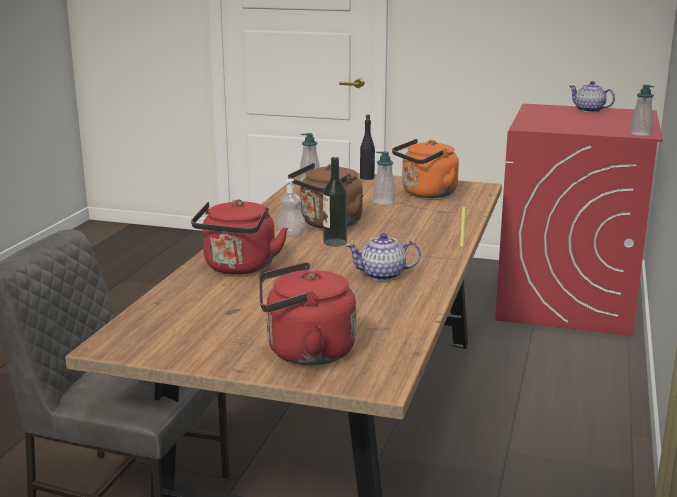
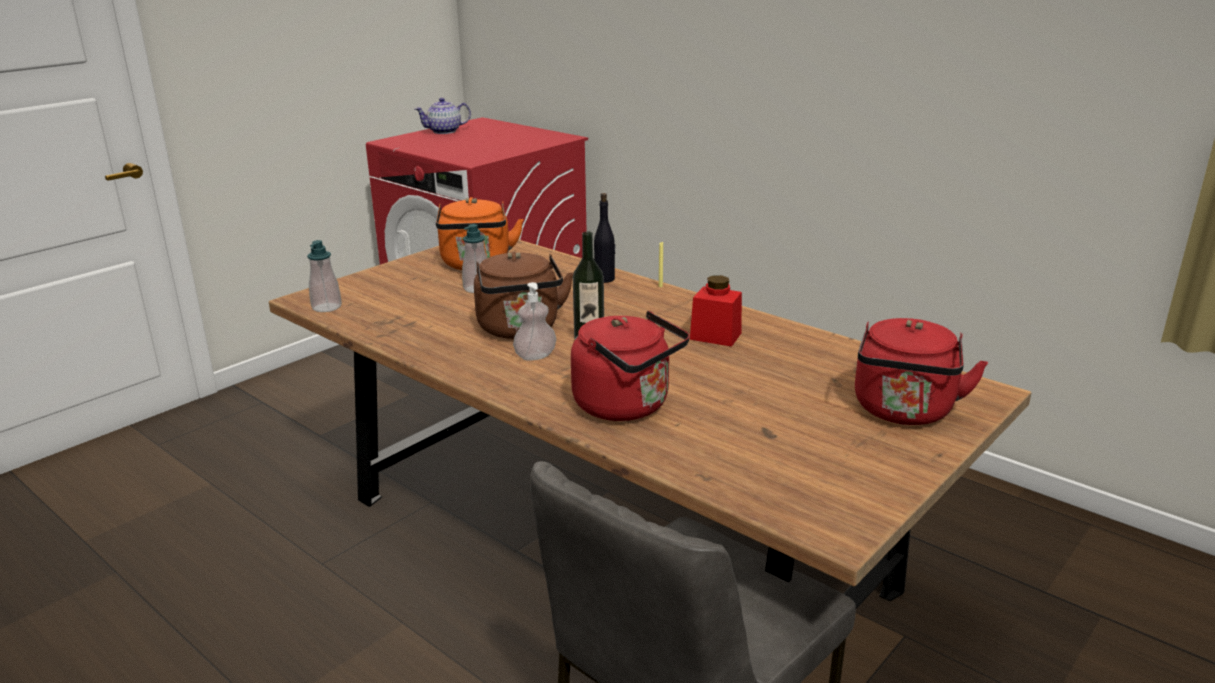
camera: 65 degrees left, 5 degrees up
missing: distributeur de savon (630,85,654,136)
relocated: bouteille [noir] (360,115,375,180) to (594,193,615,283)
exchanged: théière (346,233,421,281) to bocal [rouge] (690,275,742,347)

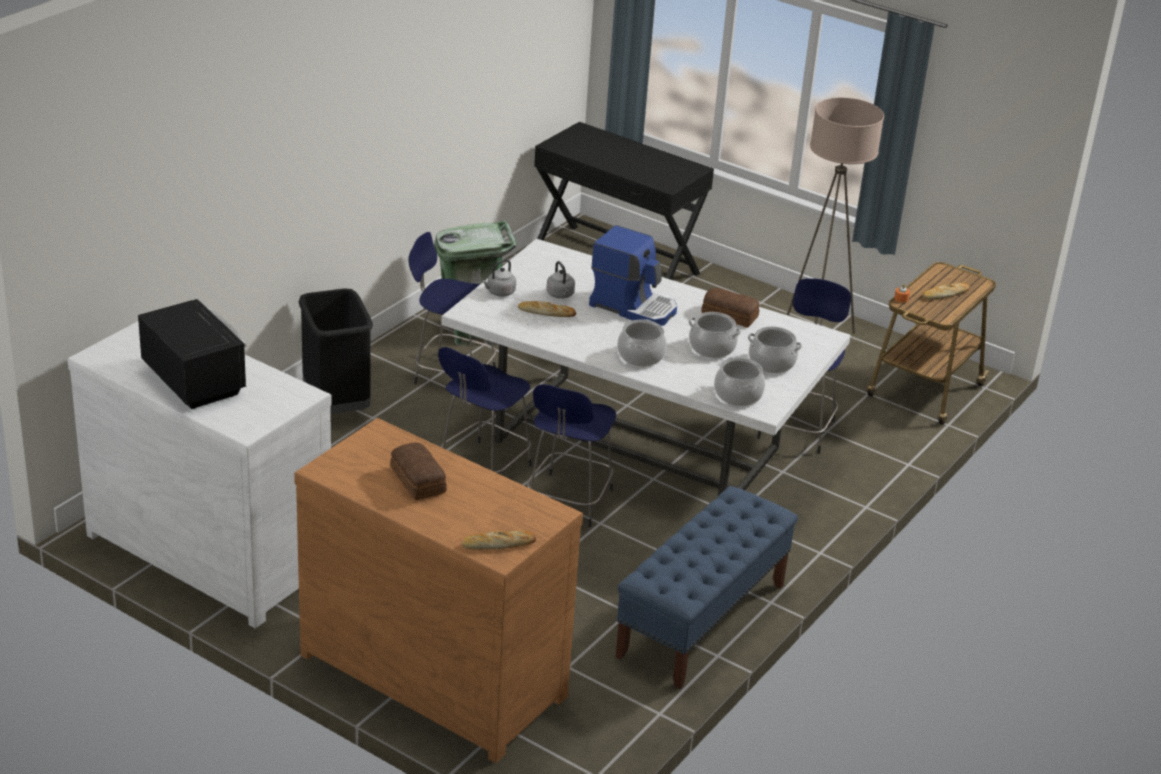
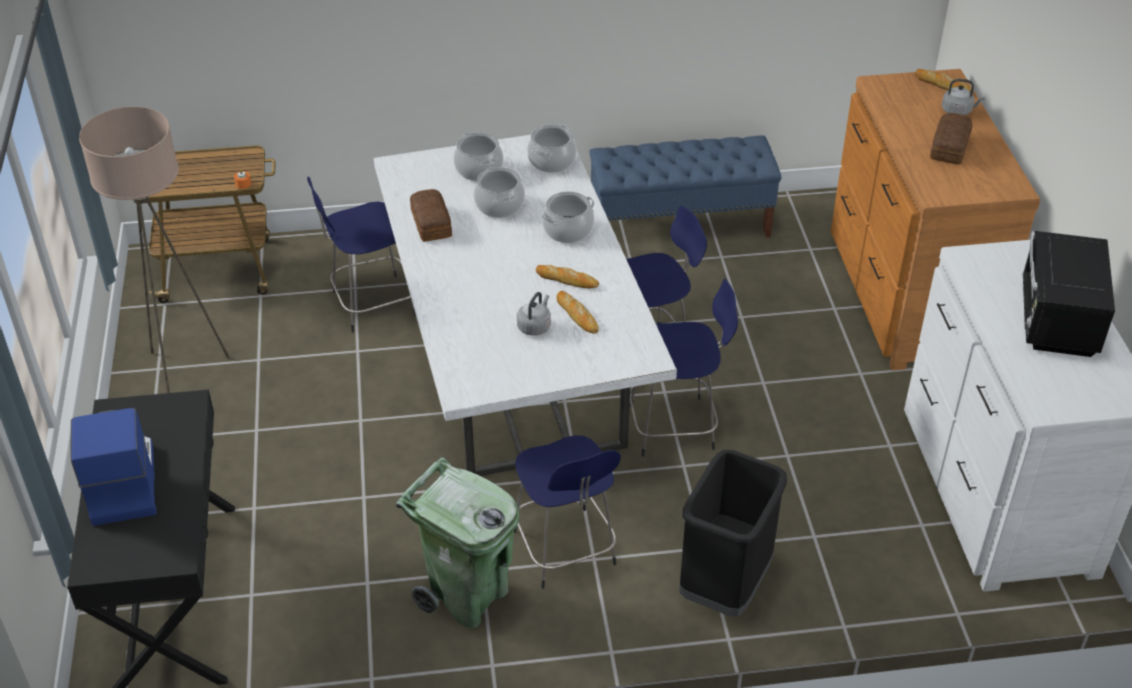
camera: 130 degrees left, 10 degrees up
relocated: bouilloire [gris] (482,259,516,297) to (942,79,985,115); machine à café (589,225,677,326) to (70,408,156,526); pain (923,283,970,300) to (536,265,599,289)

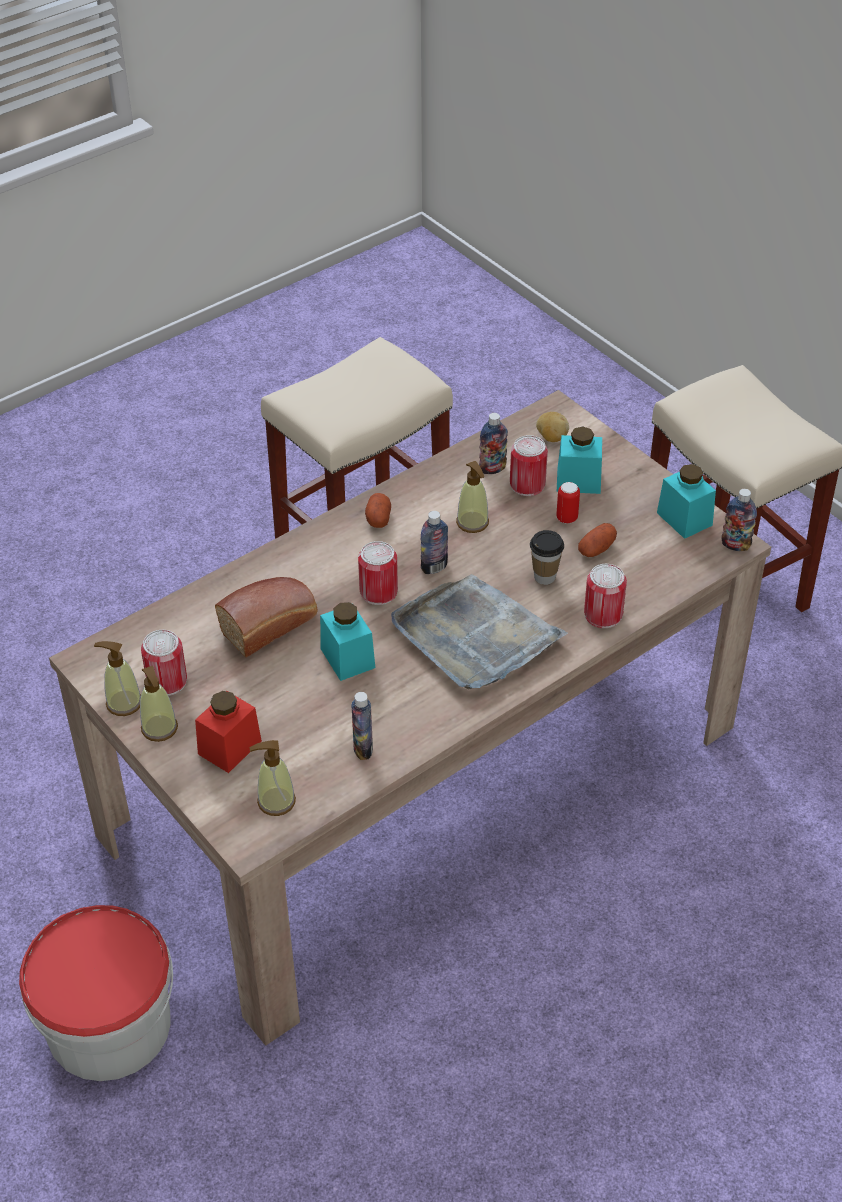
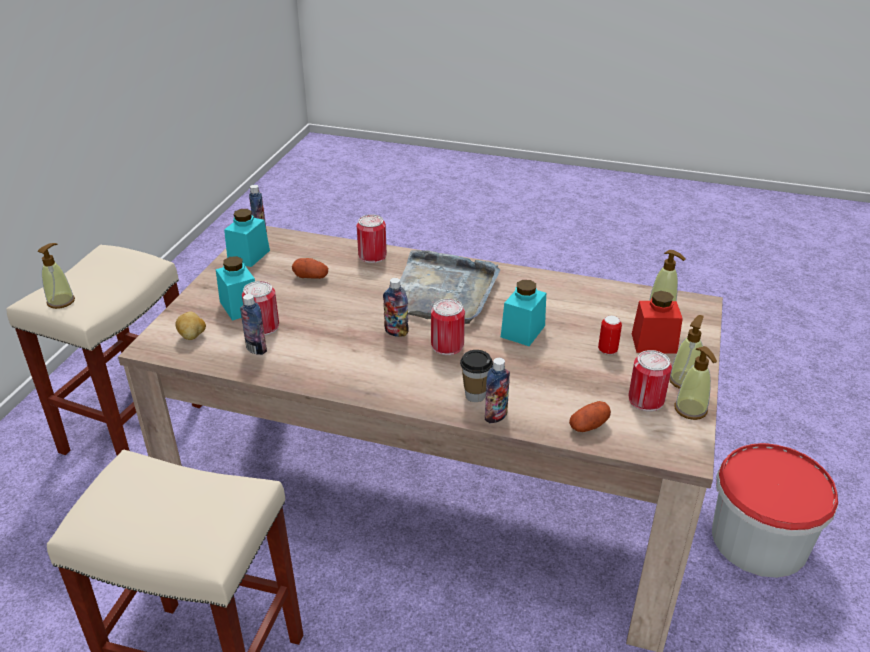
camera: 125 degrees left, 10 degrees down
missing: pain (215,577,318,658)
relocated: bouteille (351,692,373,760) to (485,358,510,423); pomme de terre (365,493,391,528) to (569,401,611,432); distributeur de savon (456,461,489,533) to (38,243,75,309); tasse (530,530,564,585) to (460,350,493,402); boîte métallique (556,482,580,524) to (598,316,622,355)

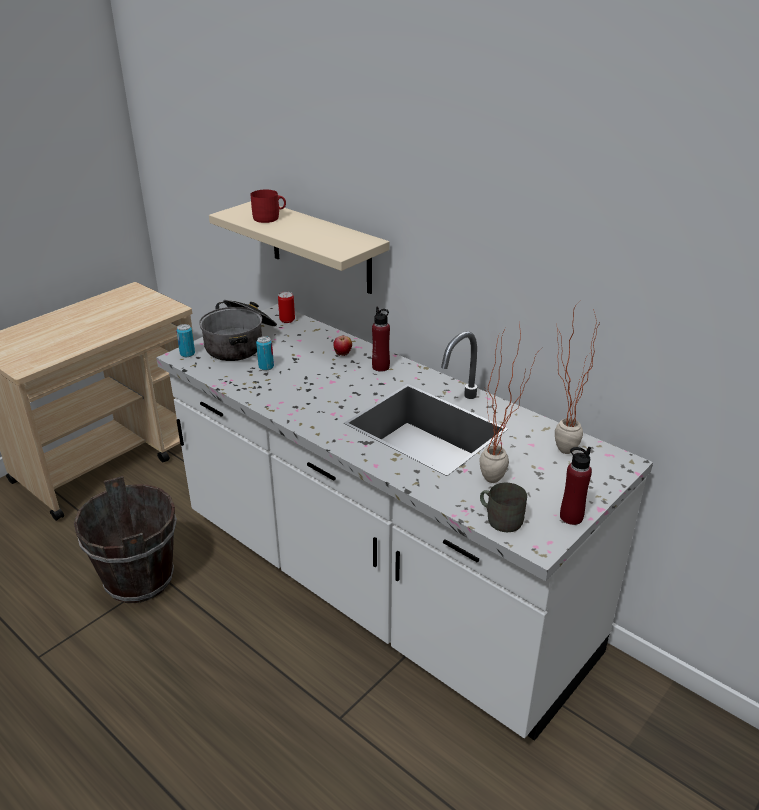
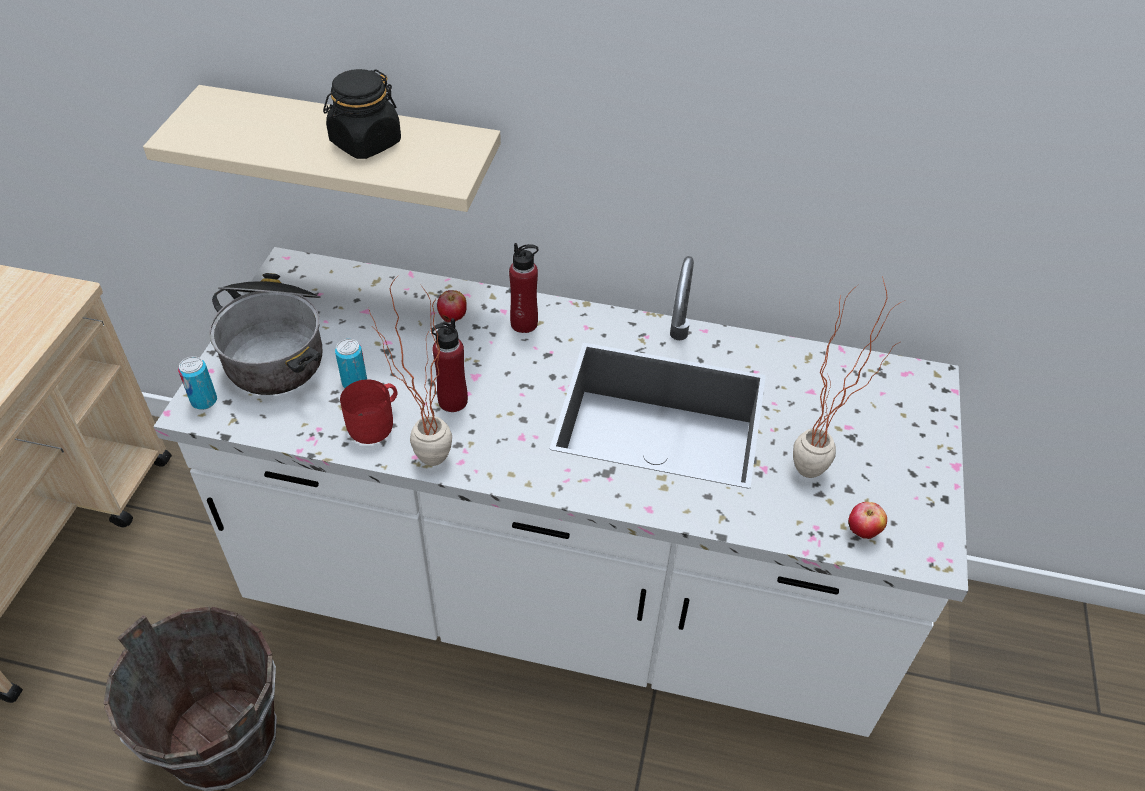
camera: 30 degrees left, 15 degrees up
missing: boîte métallique (278,292,295,323)
appeared: bocal [noir] (323,69,401,159)
relocated: mug [rouge] (250,190,286,223) to (340,379,397,444); plante en pot (555,299,600,454) to (368,276,452,466); bouteille [rouge] (560,447,592,525) to (432,318,468,412)
exchanged: mug [gris] (480,483,527,532) to pomme (848,502,887,539)

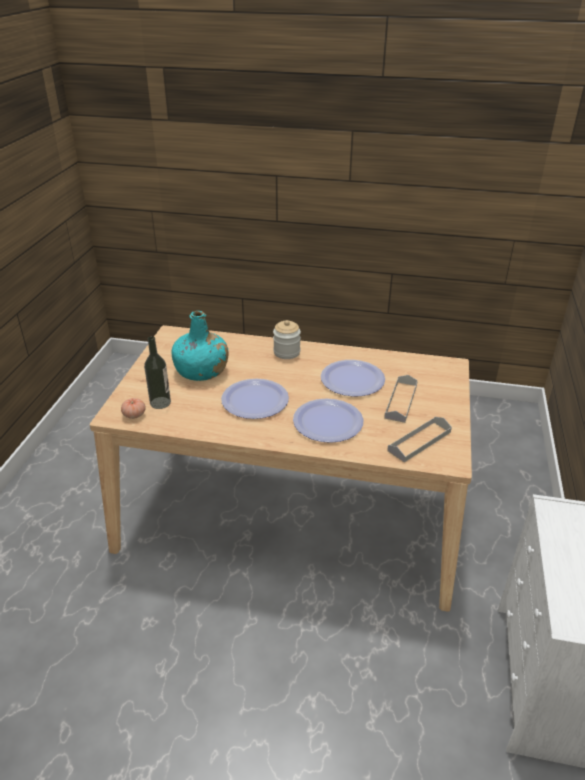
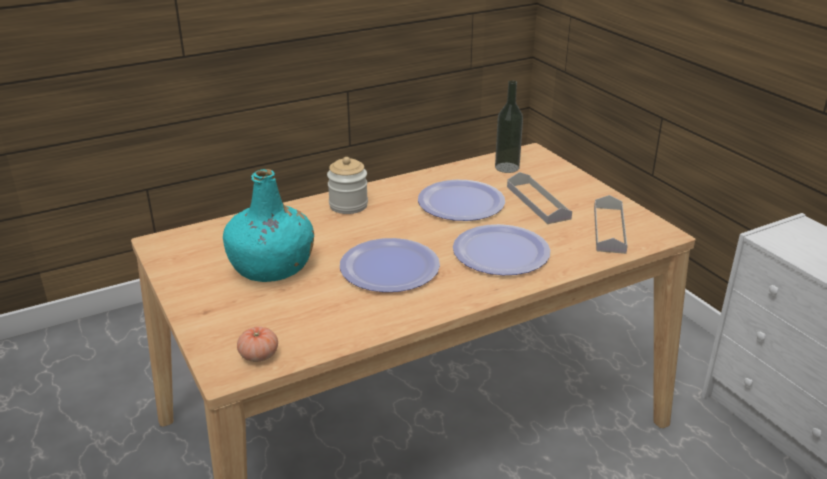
camera: 40 degrees left, 5 degrees down
relocated: bouteille (144,336,171,409) to (495,80,523,173)

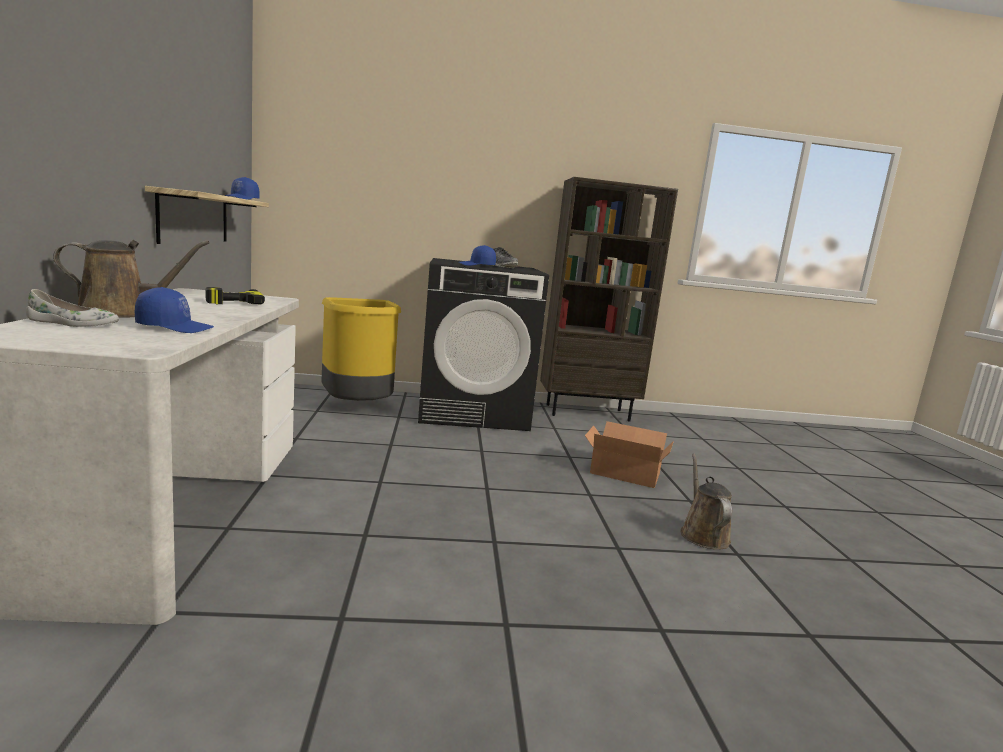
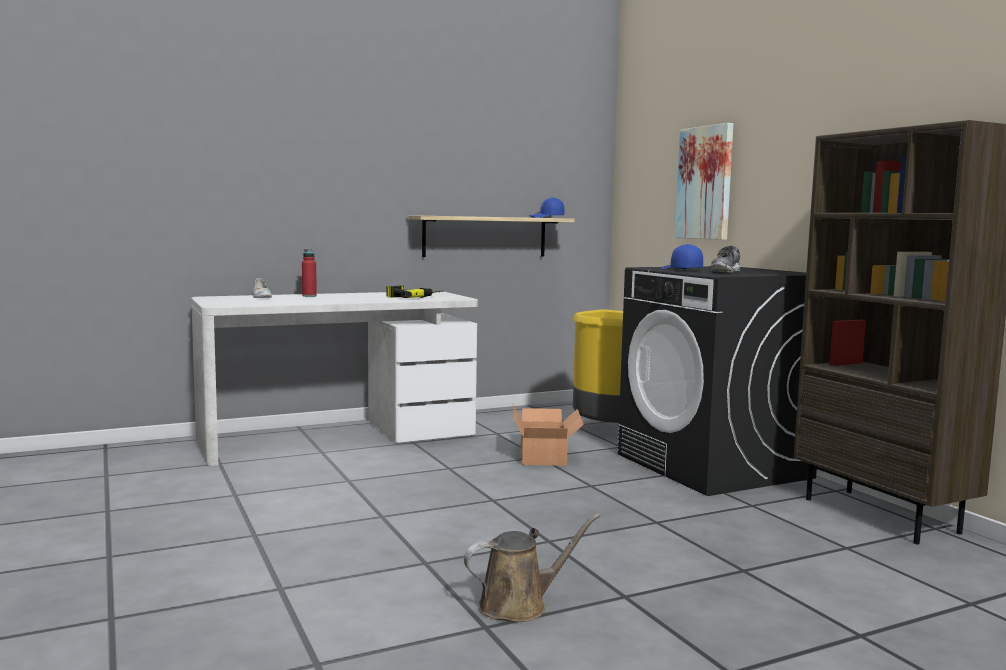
camera: 70 degrees right, 5 degrees down
missing: casquette [bleu] (135,287,214,333)
appeared: tableau (675,123,733,240)
relocated: carton (585,421,674,488) to (513,404,584,466)
exchanged: arrosoir [marron] (53,240,210,318) to bouteille [rouge] (302,249,317,297)

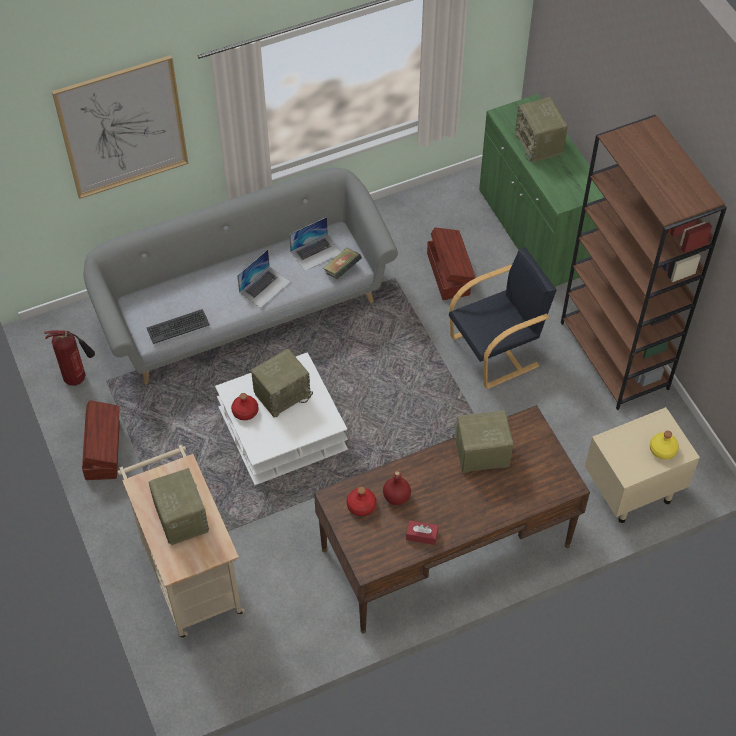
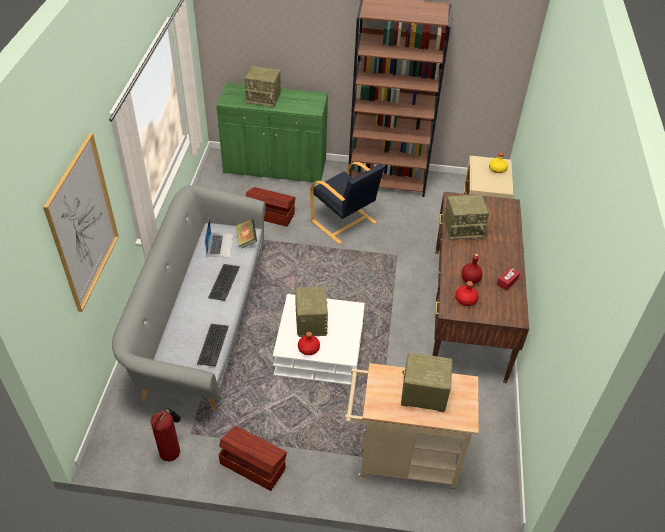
camera: 60 degrees left, 10 degrees down
exchanged: ordinateur portable (237,249,291,308) to clavier (208,264,240,301)
spun: fauteuil [noir] (449,247,557,389) = (310,162,385,244) 135 degrees clockwise; radio (453,410,513,473) = (444,195,489,241) 120 degrees counterclockwise

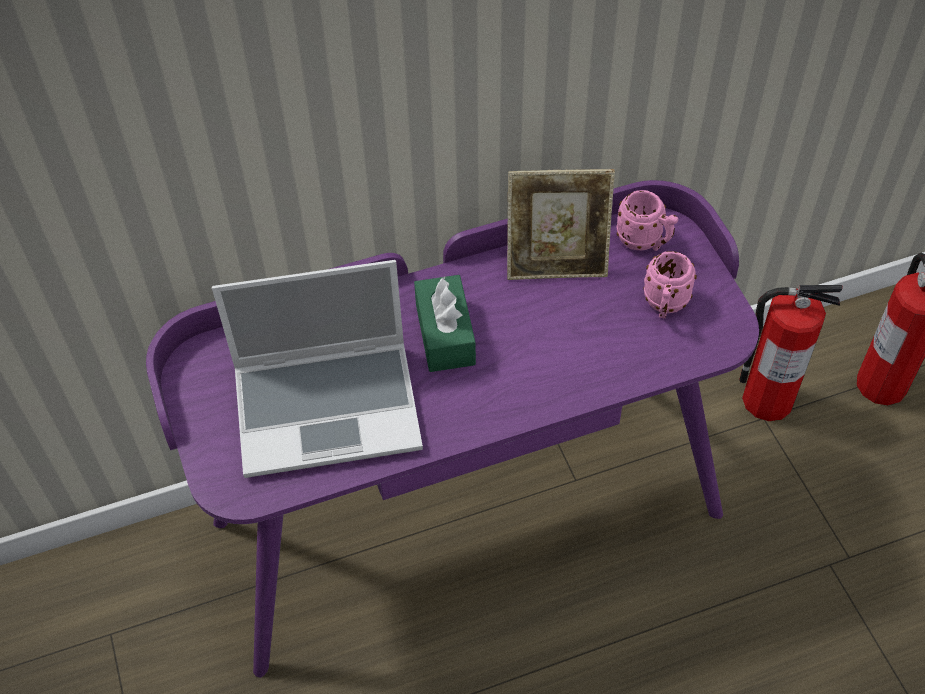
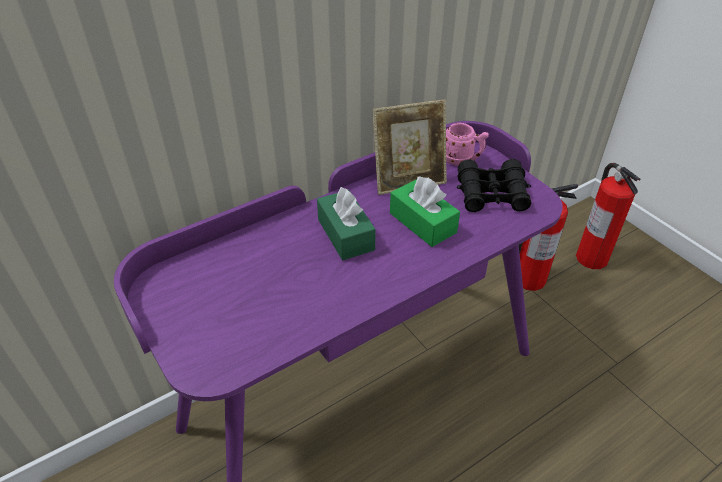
camera: 15 degrees left, 10 degrees down
missing: ordinateur portable (212,260,423,478)
appeared: boîte à mouchoirs [vert] (390,176,460,247)
exchanged: mug [rose] (644,251,697,319) to jumelles [noir] (457,159,531,212)

